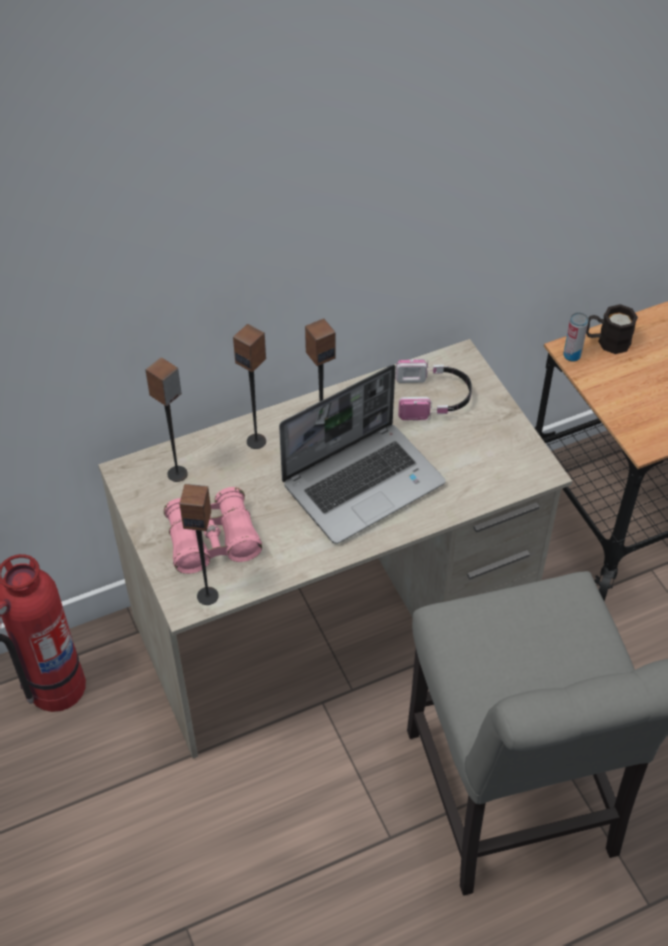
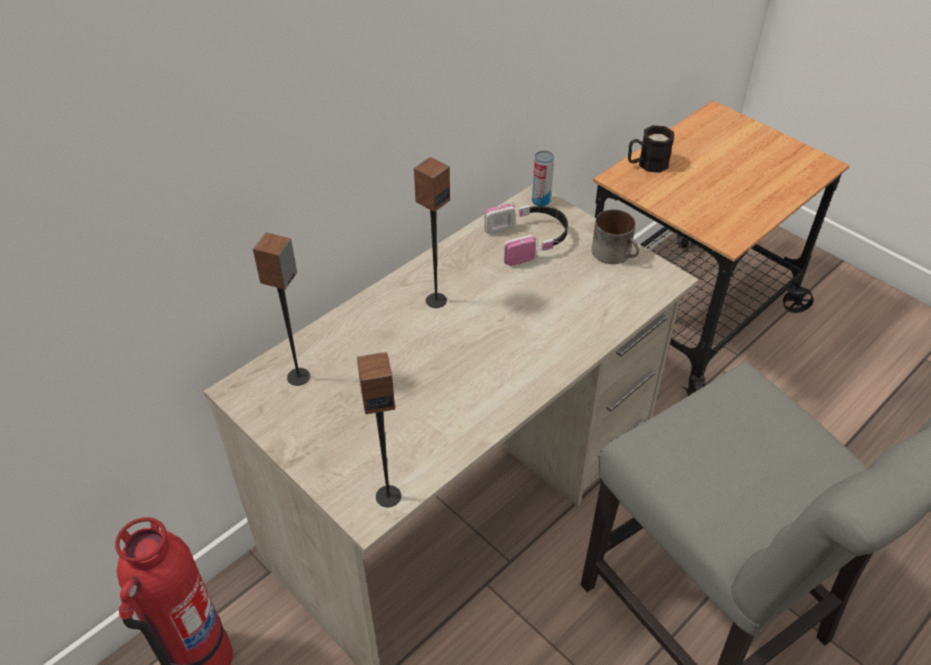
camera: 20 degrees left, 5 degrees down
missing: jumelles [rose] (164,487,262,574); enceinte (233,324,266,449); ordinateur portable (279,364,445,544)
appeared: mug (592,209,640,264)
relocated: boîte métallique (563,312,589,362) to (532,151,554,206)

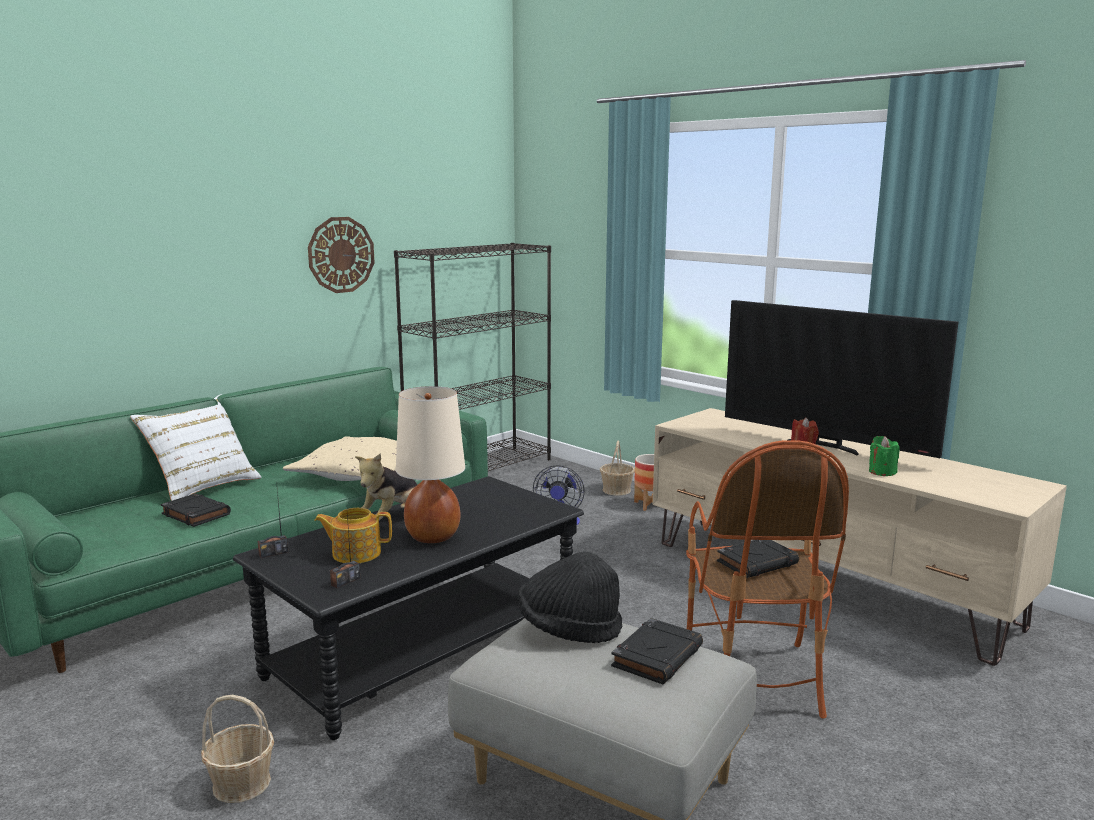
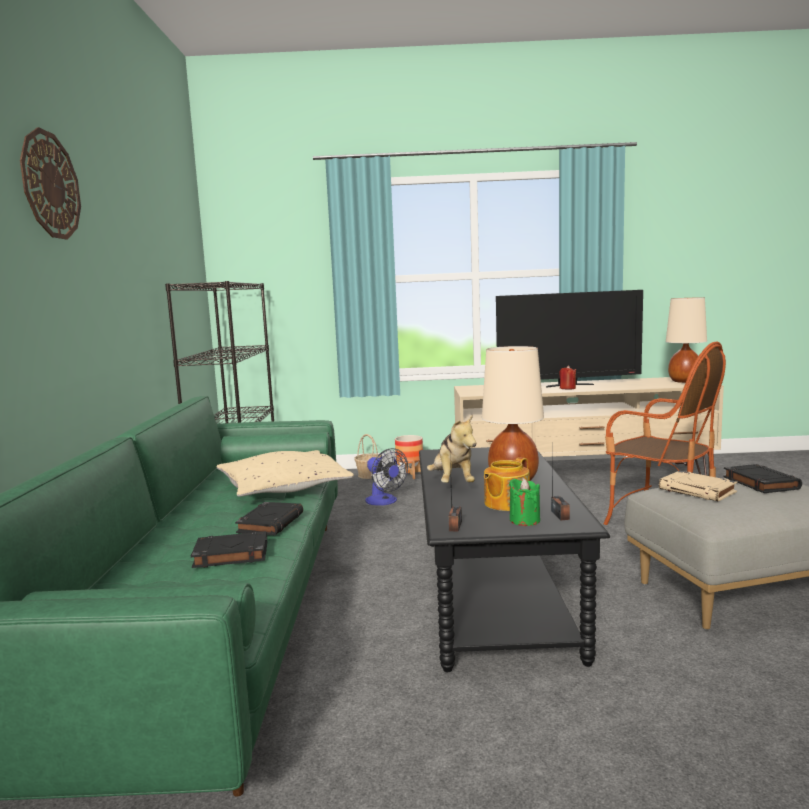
camera: 45 degrees left, 5 degrees down
missing: coussin [blanc] (130,394,262,501); panier (201,695,274,803)
appeared: lampe de table [beige] (666,297,707,383)
relocated: horloge murale (308,217,375,293) to (20,127,81,240); livre [noir] (717,540,799,578) to (235,502,303,535); bougie [vert] (869,436,900,476) to (509,478,540,526)
exchanged: chapeau [noir] (518,552,622,643) to livre [beige] (659,471,737,502)

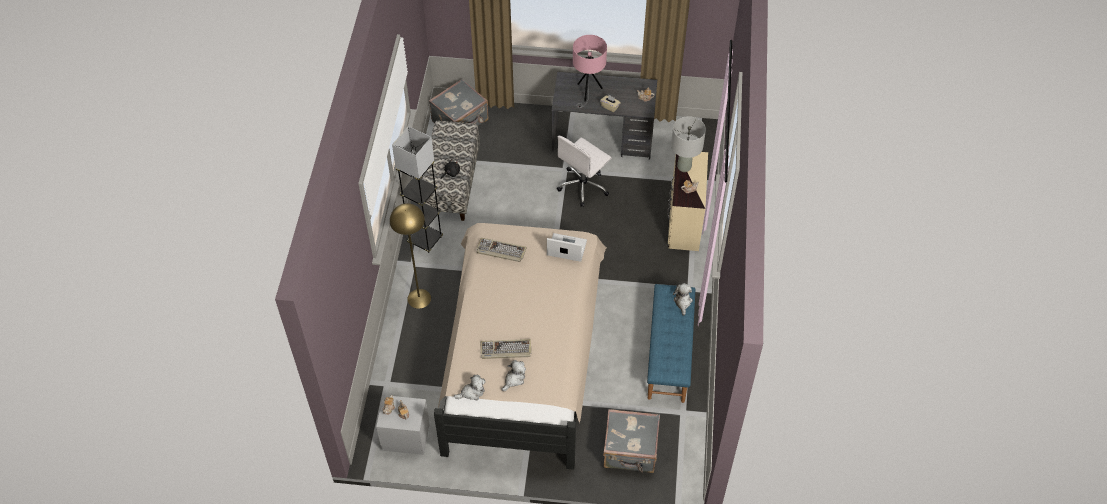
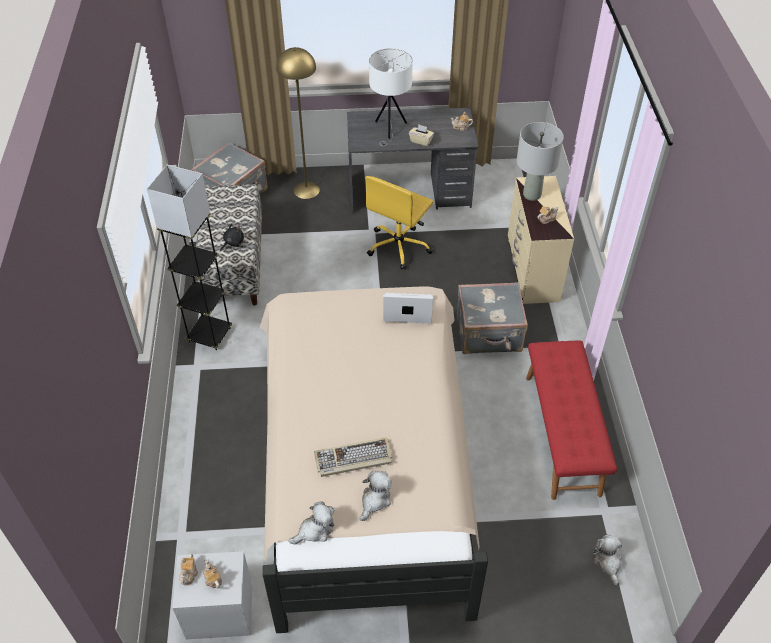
camera: 10 degrees left, 5 degrees down
missing: clavier (476,238,527,262)
relocated: lampadaire [jaune] (390,203,431,309) to (276,47,320,199); valise [gris] (603,409,660,473) to (457,282,528,354); peluche (673,283,693,316) to (593,534,622,585)
colour: chaise de bureau [blanc] (557,136,612,207) to chaise de bureau [jaune] (365,176,433,270); lampe de table [rose] (573,35,607,108) to lampe de table [blanc] (369,48,413,147); banc [bleu] (647,284,696,403) to banc [rouge] (526,341,617,500)

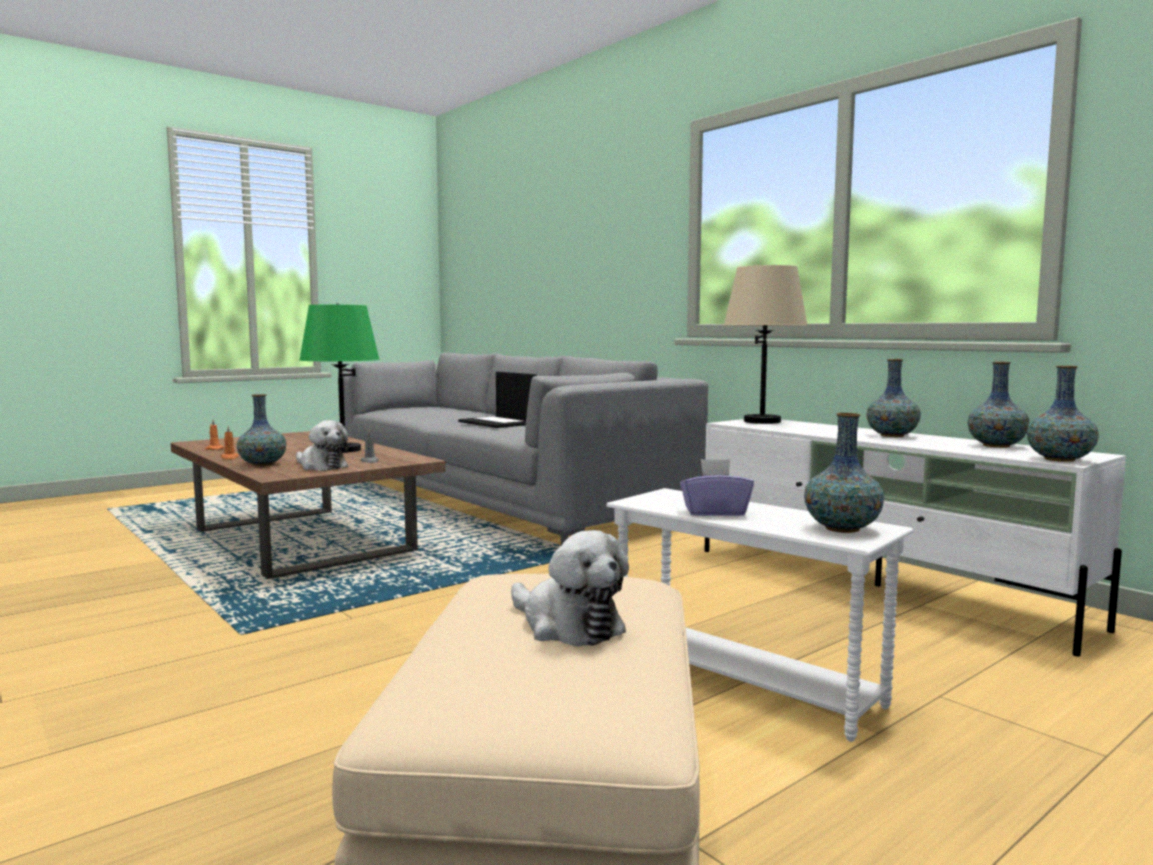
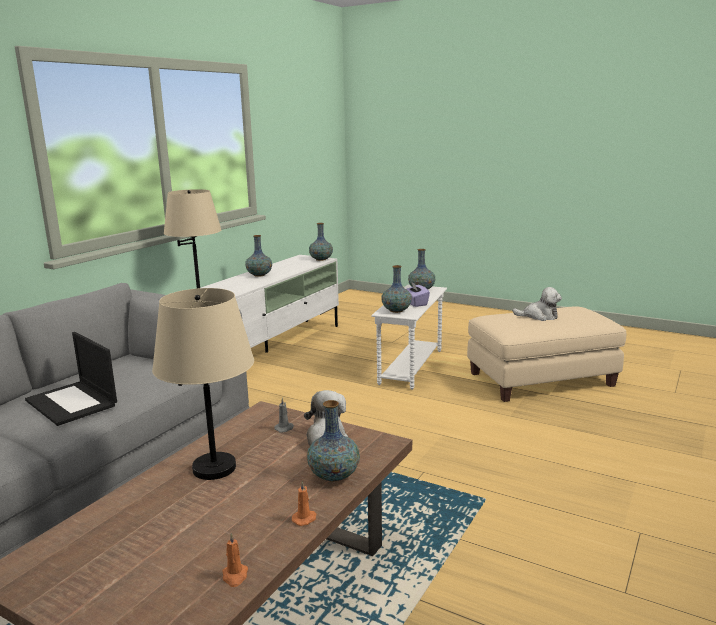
camera: 110 degrees left, 10 degrees up
relocated: vase (968,362,1030,447) to (381,265,412,313)
colour: lampe de table [vert] (300,303,380,453) to lampe de table [beige] (152,288,254,480)
spun: ordinateur portable (458,372,537,428) = (25,332,117,426) 105 degrees clockwise; peluche (511,530,629,646) = (513,287,562,321) 75 degrees clockwise

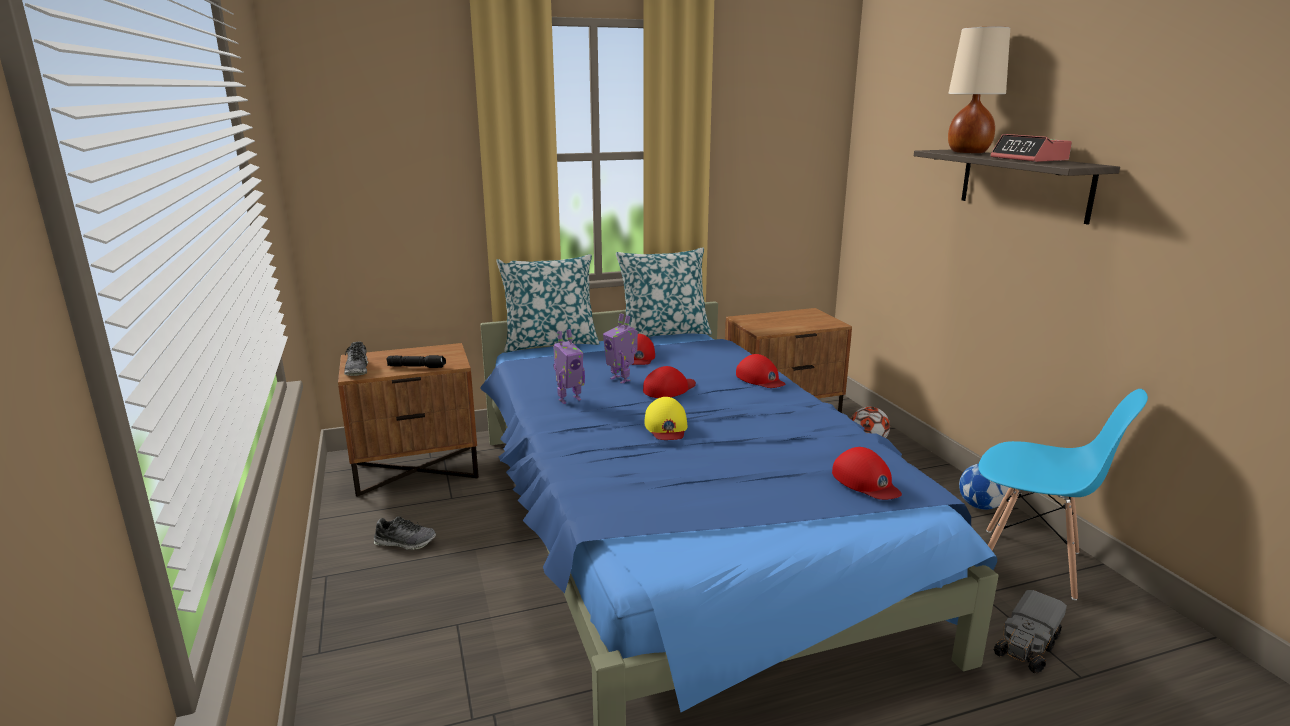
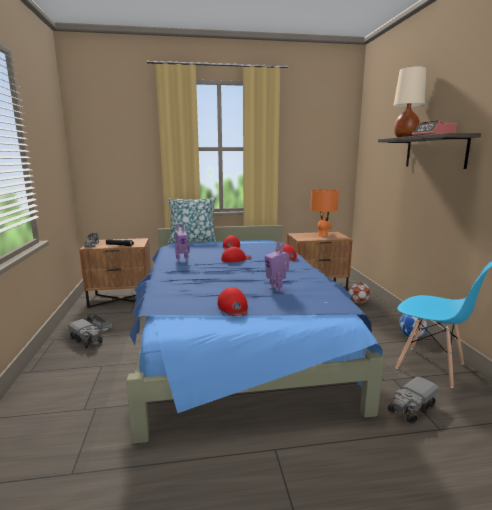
camera: 10 degrees right, 5 degrees down
missing: coussin (616,247,712,337); casquette [jaune] (644,397,688,440)
appeared: camion jouet (68,319,102,348); lampe de table [orange] (310,189,339,236)
relocated: robot jouet (603,313,638,384) to (265,242,290,292); casquette [rouge] (832,447,902,500) to (218,287,248,316)

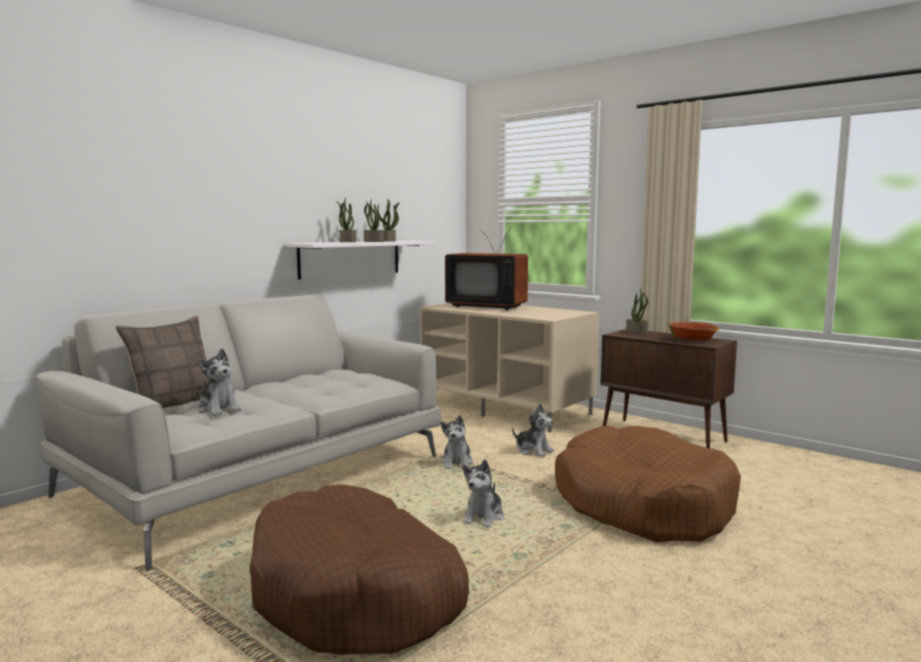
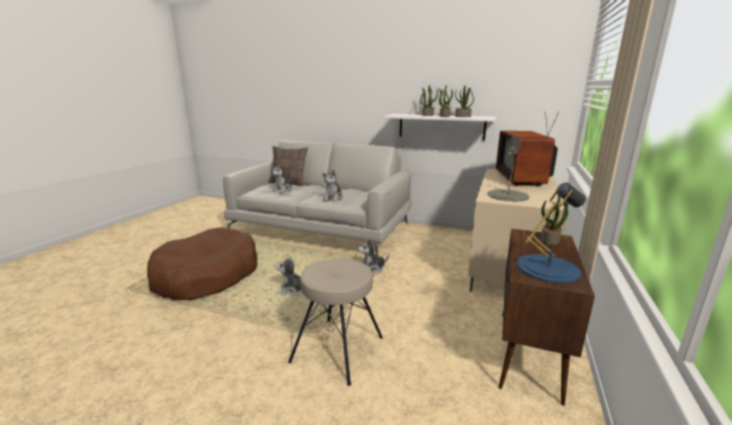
camera: 70 degrees right, 10 degrees up
appeared: lampe de table [gris] (487,136,529,202)
relocated: peluche (512,404,554,457) to (322,170,343,202)
exchanged: panier pour chien [marron] (555,426,741,542) to tabouret [beige] (288,258,383,386); bol (669,322,720,340) to lampe de table [bleu] (517,183,586,284)

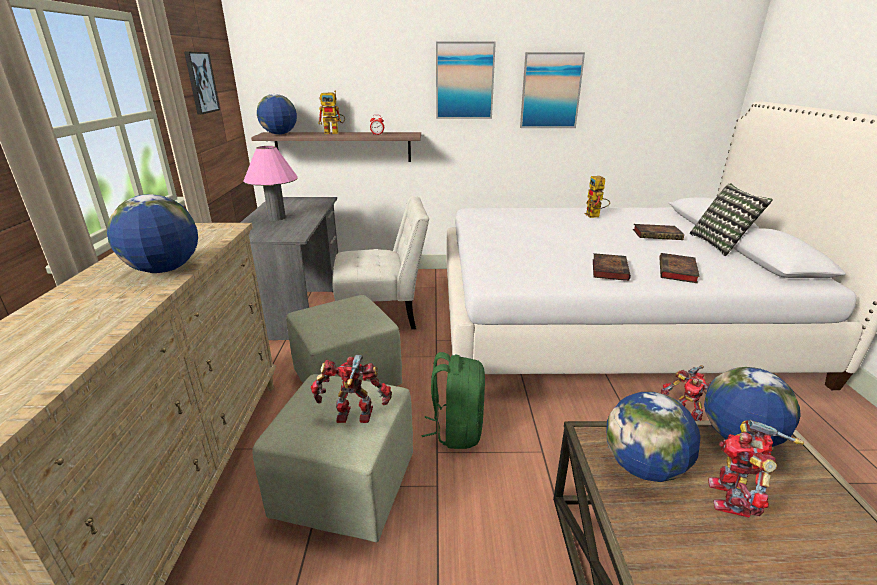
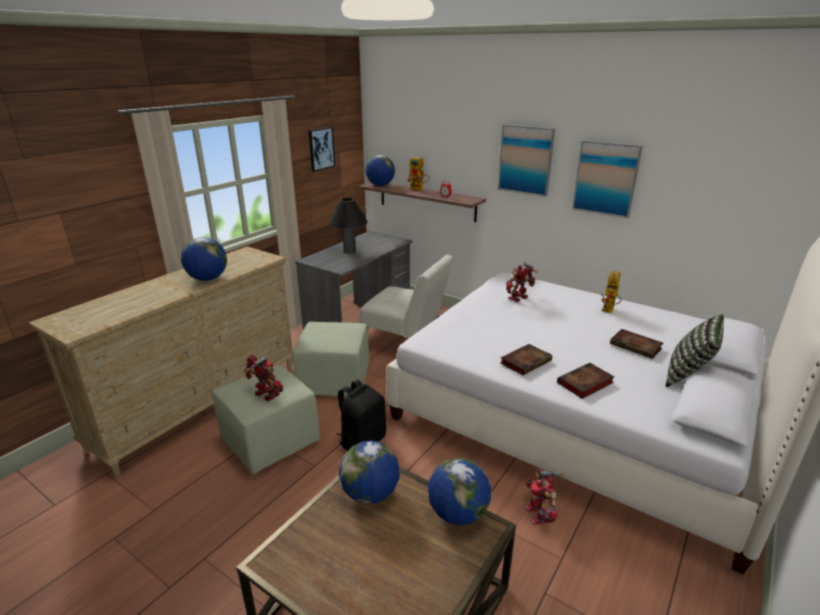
camera: 35 degrees right, 0 degrees up
relocated: robot jouet (708,420,804,518) to (506,262,538,302)
colour: lampe de table [rose] (244,146,298,221) to lampe de table [noir] (329,198,368,253); sac à dos [vert] (421,352,485,449) to sac à dos [noir] (336,379,386,451)

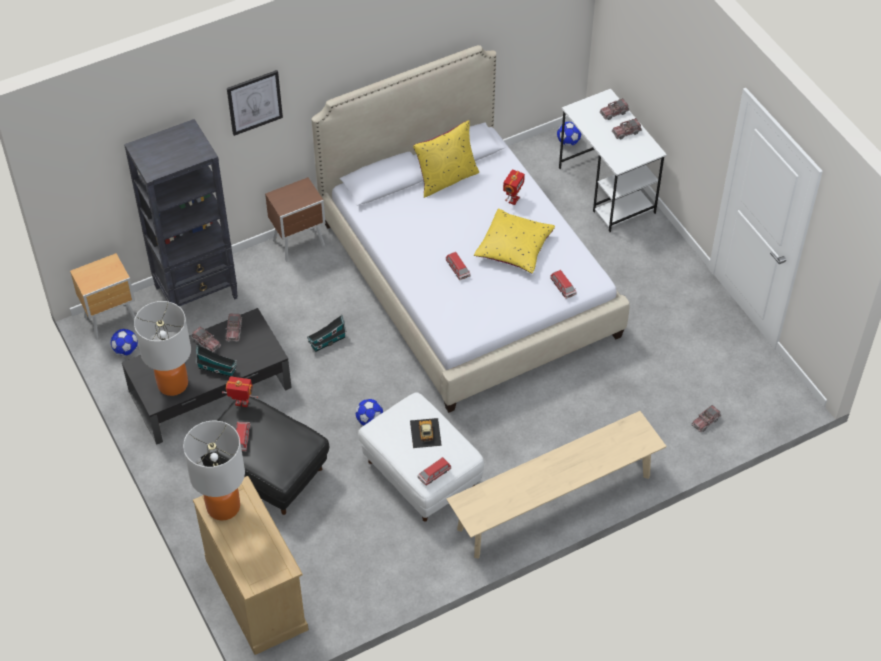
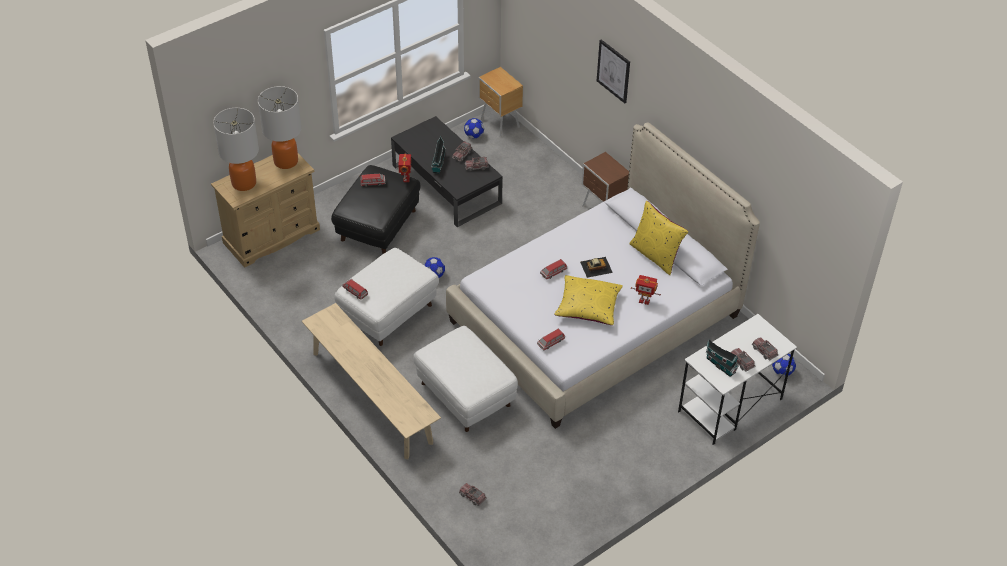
camera: 80 degrees right, 5 degrees down
missing: bibliothèque [noir] (124,119,238,306)
appeared: pouf [blanc] (413,326,518,432)
relocated: lampe de table (134,301,191,396) to (213,108,259,191); maison miniature (307,315,347,352) to (705,339,739,377); petite voiture (410,418,442,448) to (580,257,613,278)

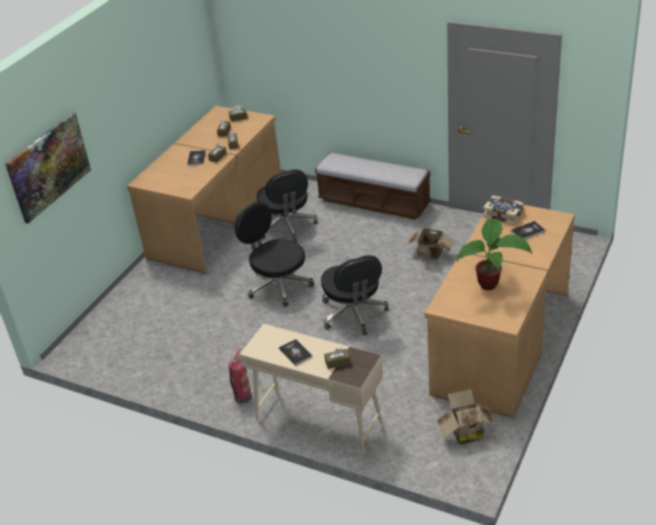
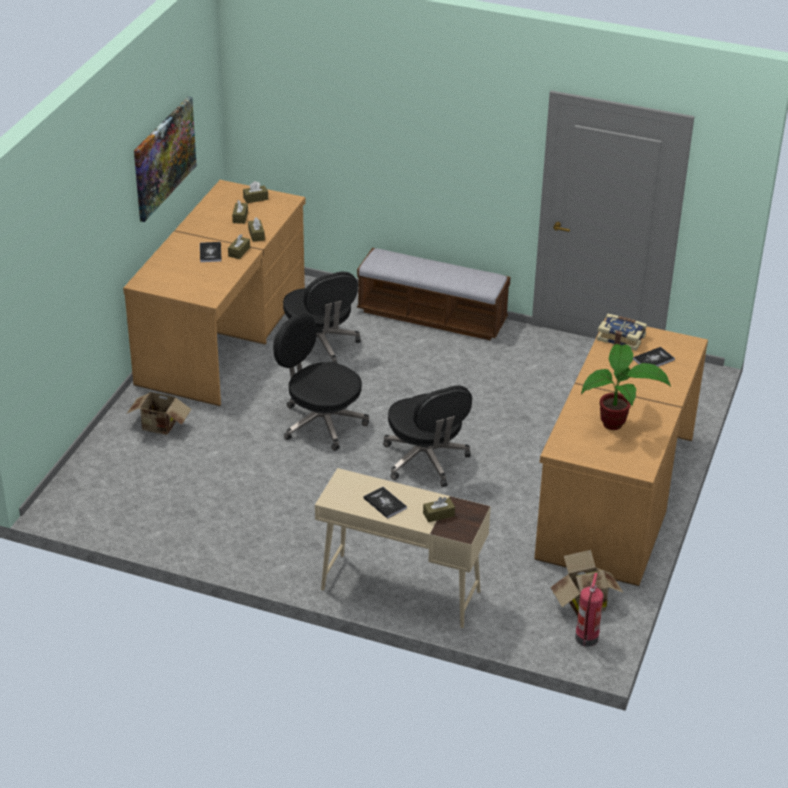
camera: 10 degrees left, 0 degrees up
relocated: tableau (5,113,91,223) to (134,96,197,222); extincteur (228,348,252,404) to (575,573,603,647); carton (407,228,454,260) to (127,391,191,435)

